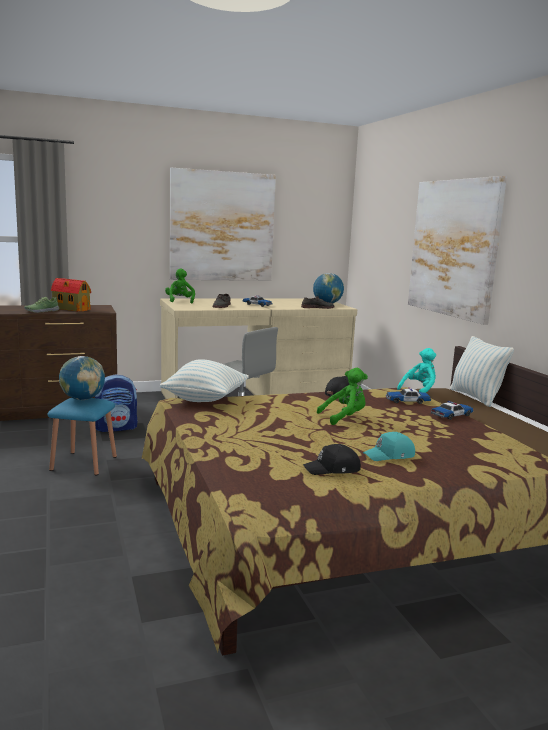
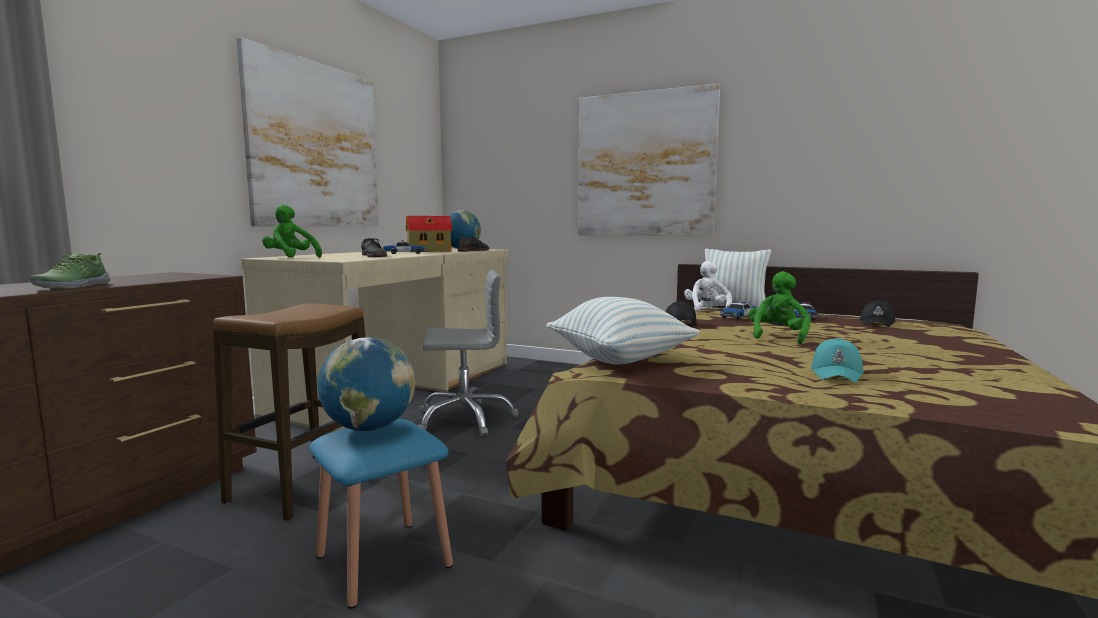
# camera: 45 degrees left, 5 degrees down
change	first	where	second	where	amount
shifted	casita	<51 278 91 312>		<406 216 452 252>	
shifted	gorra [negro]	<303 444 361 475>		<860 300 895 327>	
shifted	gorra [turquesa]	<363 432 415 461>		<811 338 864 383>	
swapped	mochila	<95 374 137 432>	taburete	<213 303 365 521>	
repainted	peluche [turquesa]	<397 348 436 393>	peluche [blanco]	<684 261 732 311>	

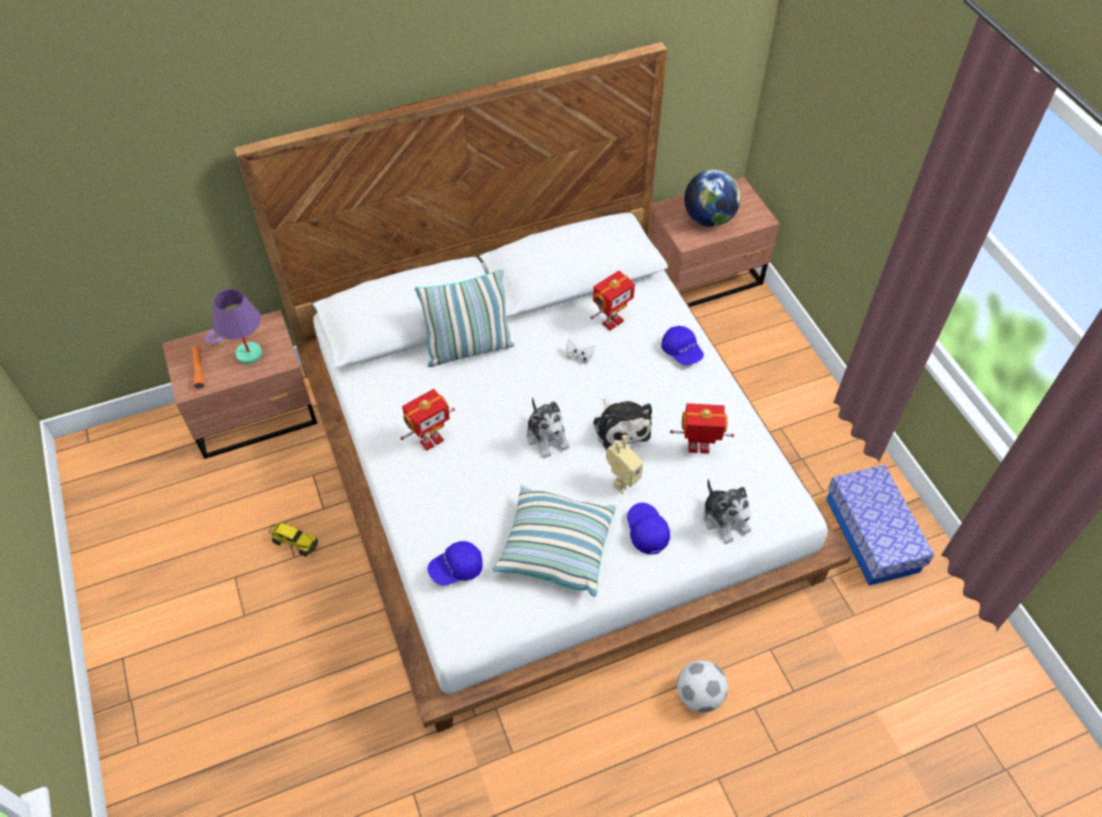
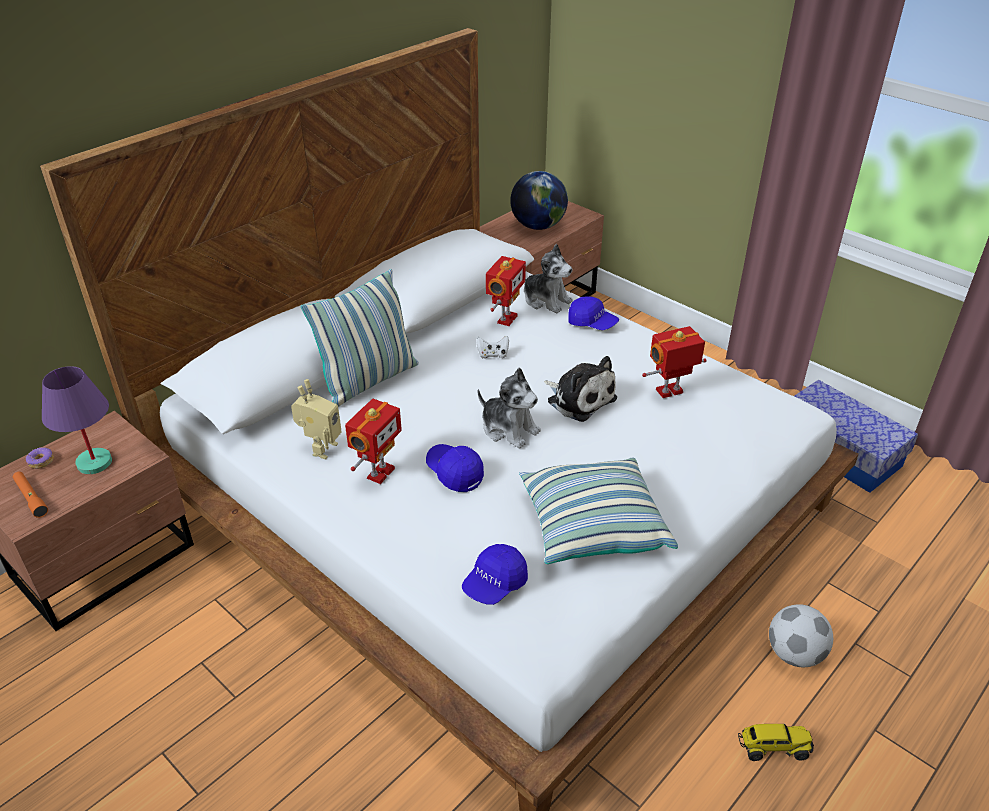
# camera: 25 degrees left, 15 degrees down
change	first	where	second	where	amount
shifted	camión de juguete	<269 523 318 557>		<738 723 814 761>	
shifted	robot de juguete	<606 435 643 494>		<291 379 342 460>	
shifted	gorra [azul]	<627 502 670 554>		<426 444 484 492>	
shifted	peluche	<703 479 751 544>		<524 244 573 313>	

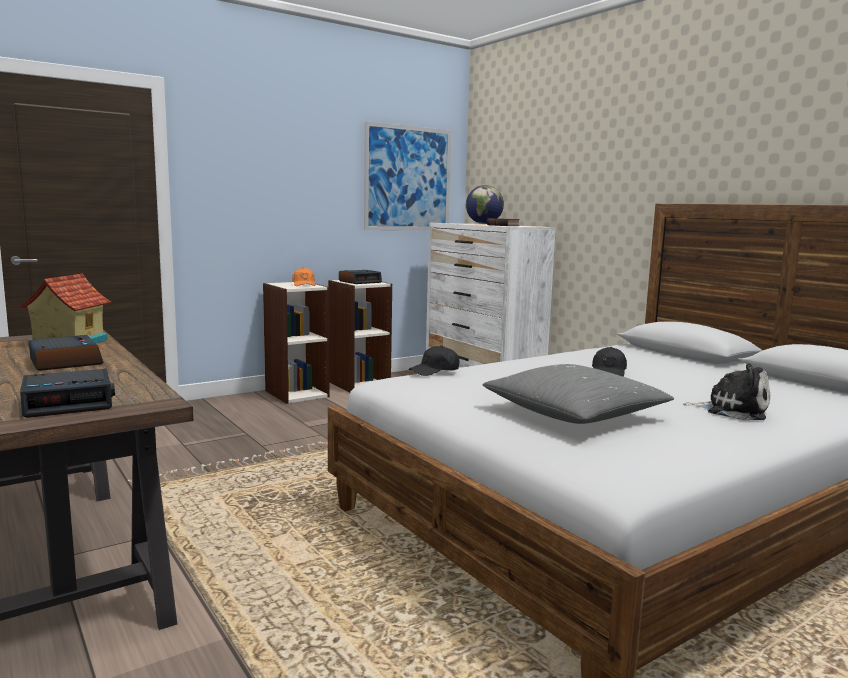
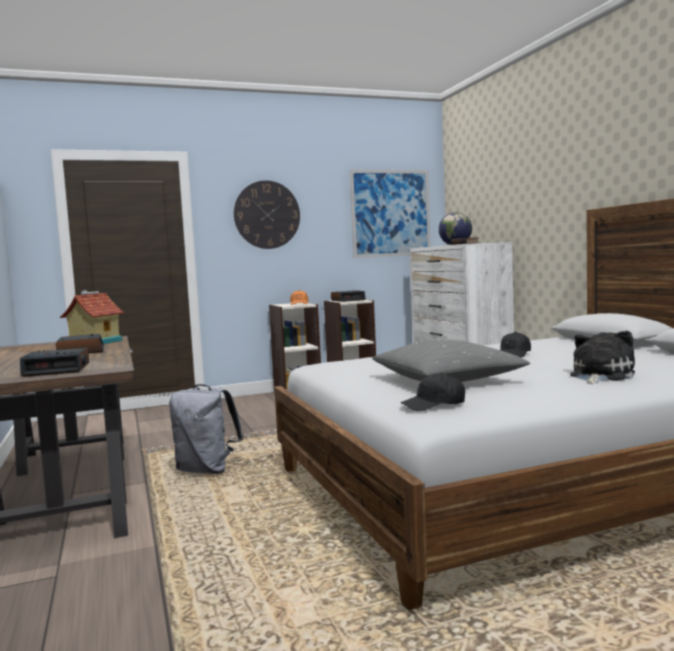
# camera: 15 degrees right, 5 degrees down
change	first	where	second	where	amount
new			mochila [gris]	<169 384 244 474>	
new			reloj de pared	<234 180 300 249>	
shifted	gorra [negro]	<409 345 459 376>		<401 373 465 411>	
rotated	peluche	<683 364 770 420>		<570 331 635 384>	90 degrees counterclockwise

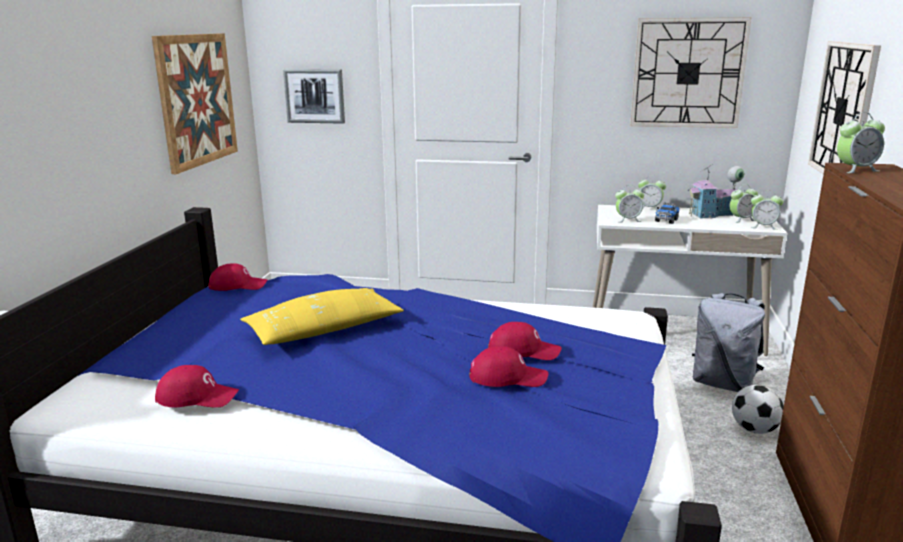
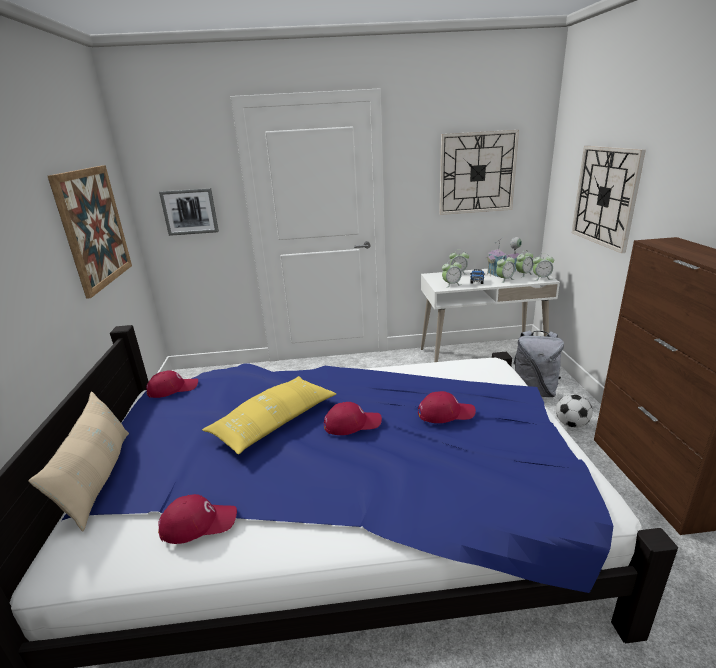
# camera: 15 degrees left, 5 degrees up
change	first	where	second	where	amount
new			cojín [beis]	<28 391 129 532>	
shifted	gorra [rojo]	<469 346 548 387>		<324 402 382 435>	
shifted	despertador	<837 113 885 173>		<496 255 515 283>	

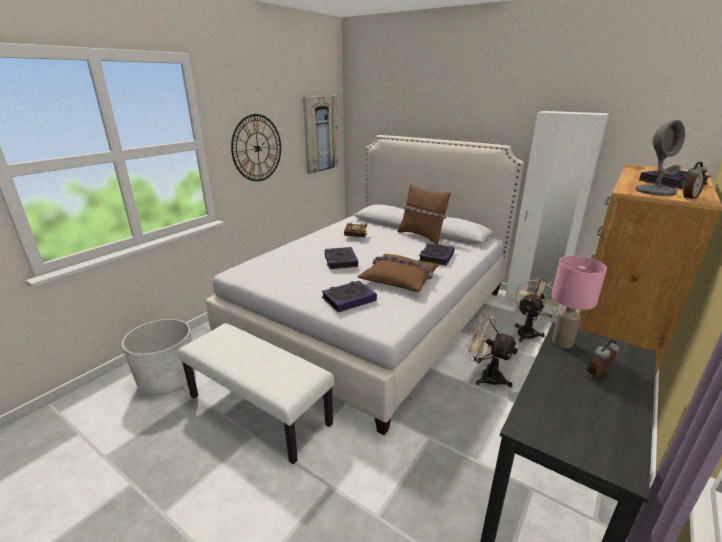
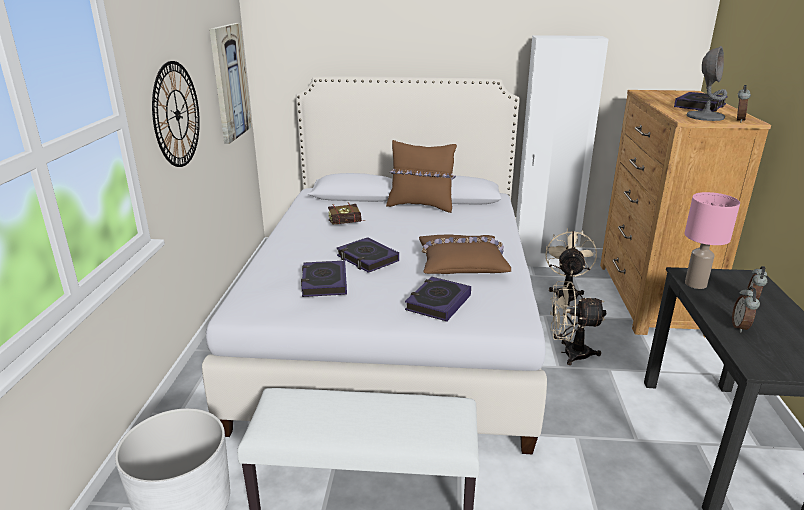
# camera: 30 degrees left, 0 degrees up
change	first	where	second	where	amount
new			despertador	<732 287 760 332>	
shifted	libro	<419 243 455 266>		<301 261 347 297>	

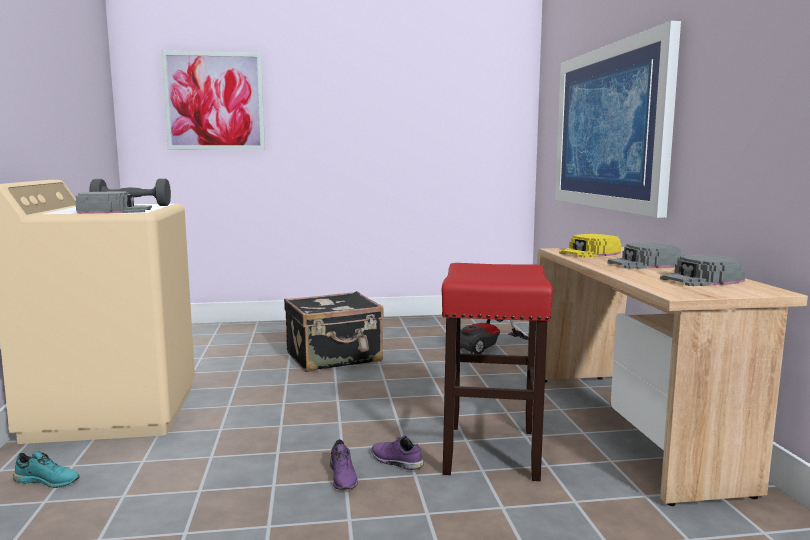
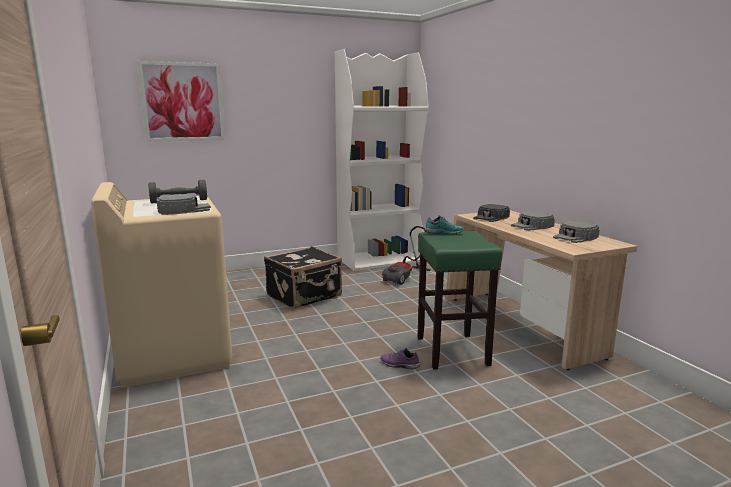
# camera: 15 degrees left, 5 degrees up
change	first	where	second	where	amount
gone	zapato [morado]	<330 439 358 490>			
gone	cuadro	<555 21 681 218>			
new			estantería [blanco]	<335 49 429 271>	
shifted	zapato [turquesa]	<13 451 80 488>		<424 215 464 234>	
repainted	taburete [rojo]	<442 263 553 481>	taburete [verde]	<418 231 502 370>	
repainted	gorra [amarillo]	<559 234 621 258>	gorra [negro]	<473 204 510 222>	

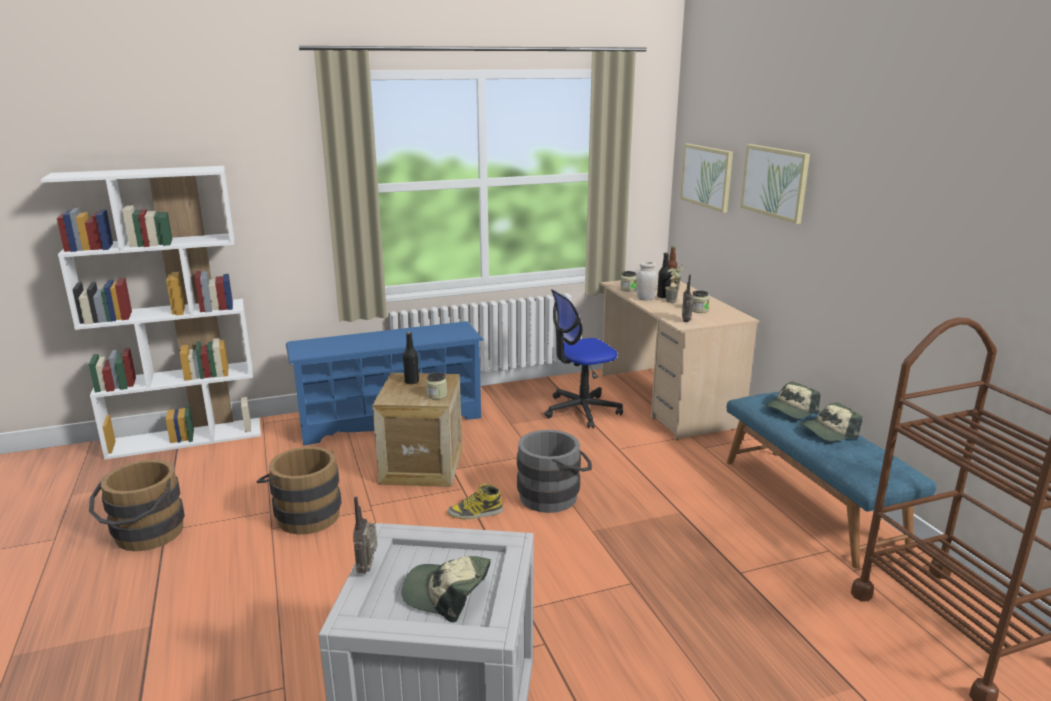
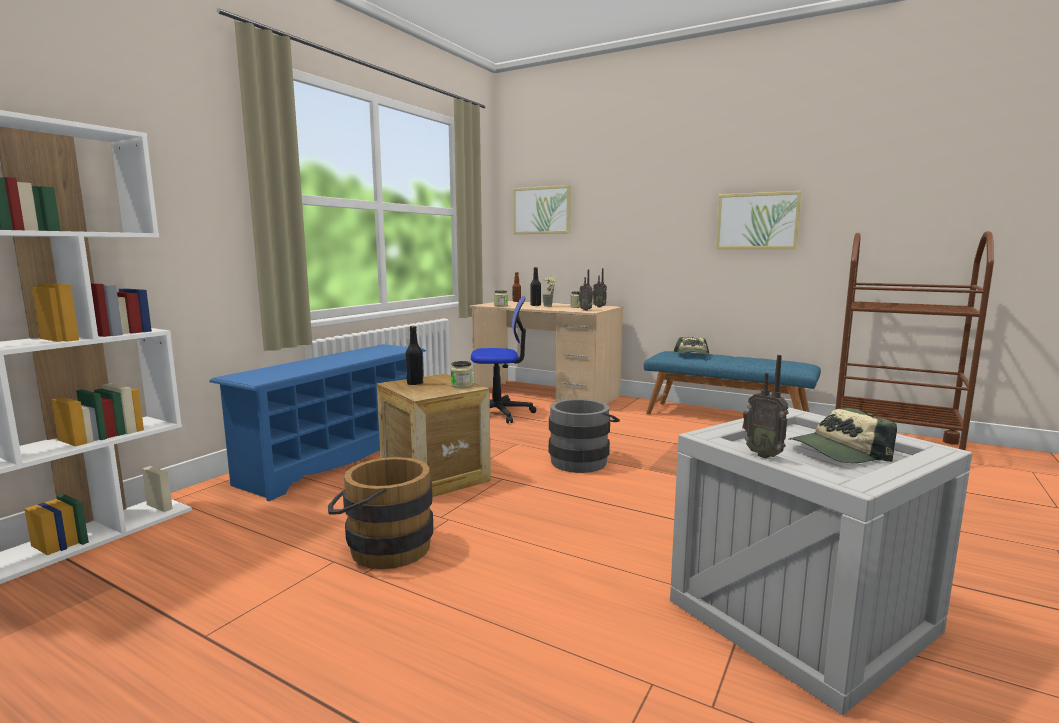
# camera: 40 degrees left, 10 degrees down
change	first	where	second	where	amount
gone	cubo [marrón]	<89 460 185 551>			
gone	bota	<447 484 503 519>			
gone	tarro [blanco]	<636 262 657 301>			
gone	gorra	<800 403 862 441>			
new			radio	<593 268 607 307>	
shifted	cuadro	<741 144 810 224>		<716 191 802 249>	
rotated	silla de oficina	<544 290 623 428>		<471 296 536 424>	120 degrees counterclockwise

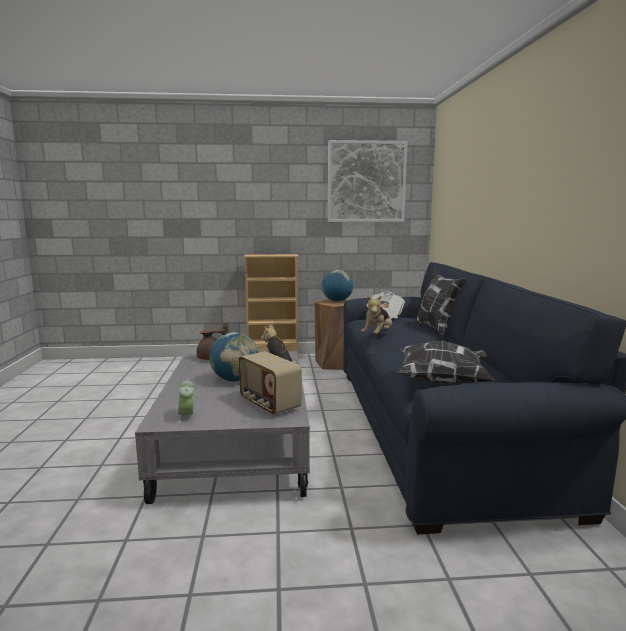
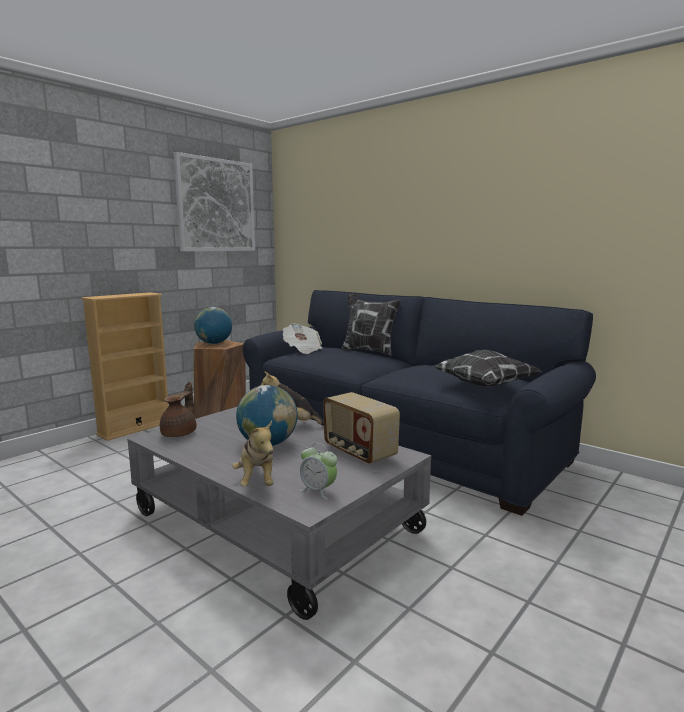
# camera: 45 degrees left, 0 degrees up
change	first	where	second	where	amount
shifted	peluche	<361 296 392 334>		<232 421 274 487>	
rotated	radio	<239 351 302 415>		<323 392 400 464>	45 degrees clockwise

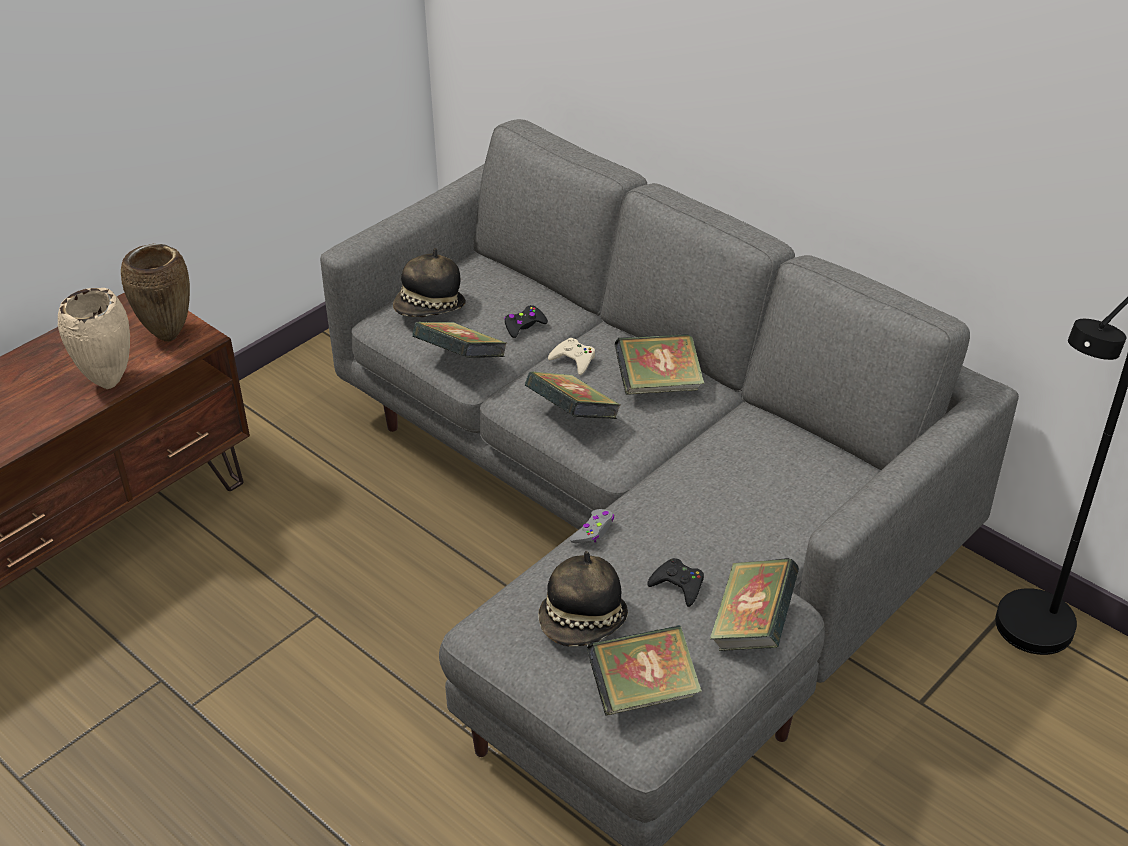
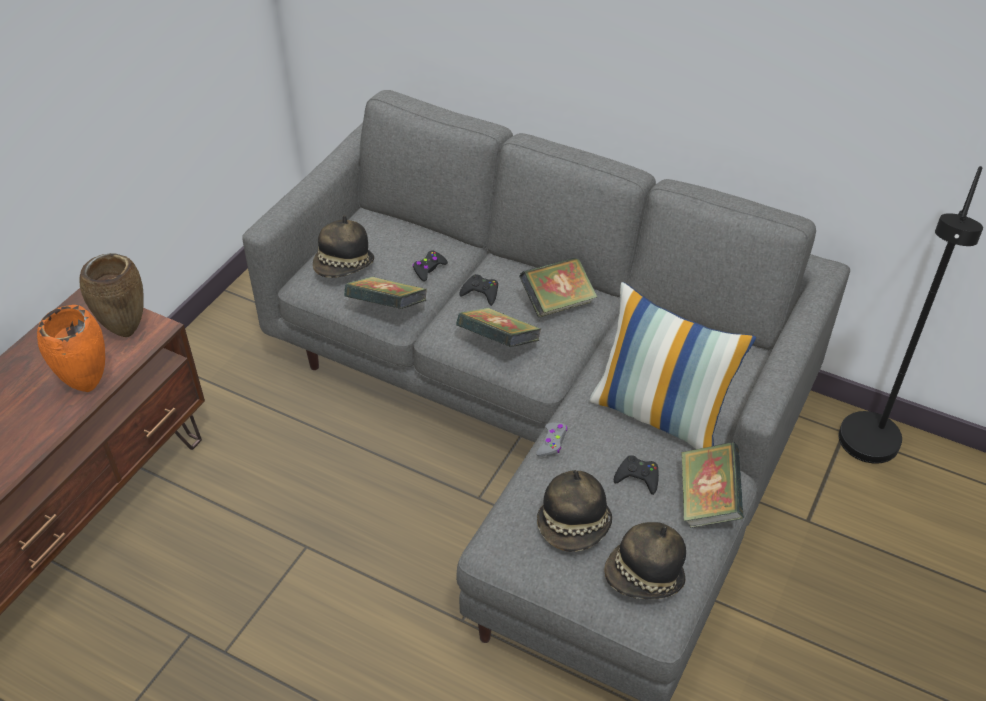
# camera: 15 degrees left, 5 degrees up
change	first	where	second	where	amount
new			cojín	<589 282 756 449>	
swapped	libro	<586 625 702 716>	sombrero	<605 522 686 599>	
repainted	florero [beis]	<58 288 130 389>	florero [naranja]	<37 305 105 392>	
repainted	mando de consola [beis]	<548 338 595 375>	mando de consola [negro]	<459 274 498 306>	

